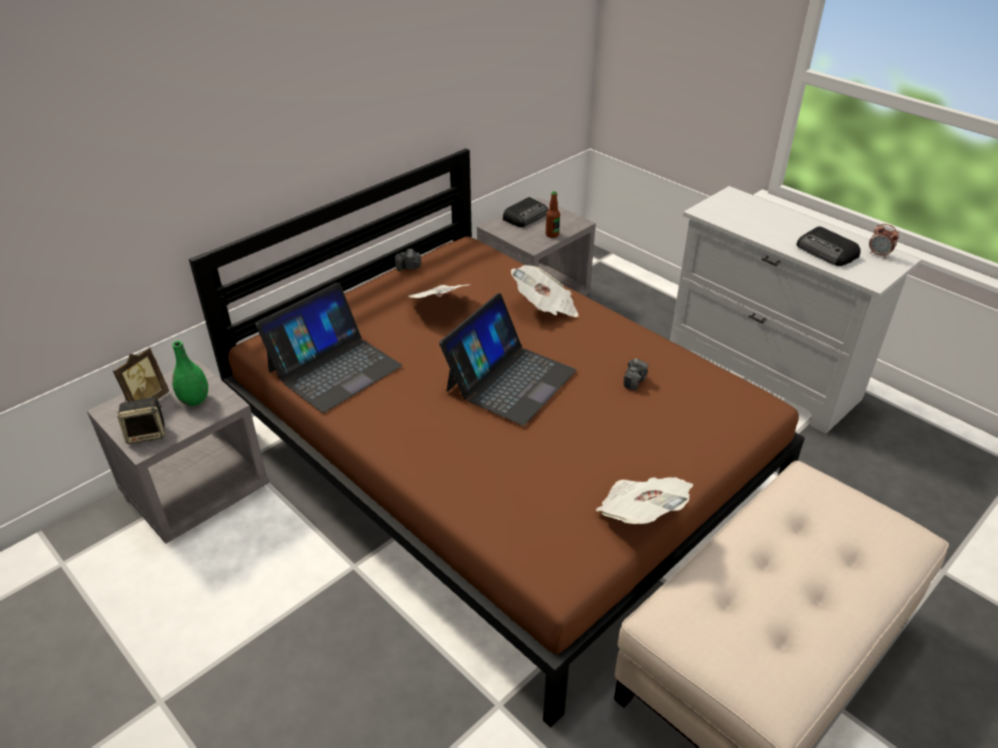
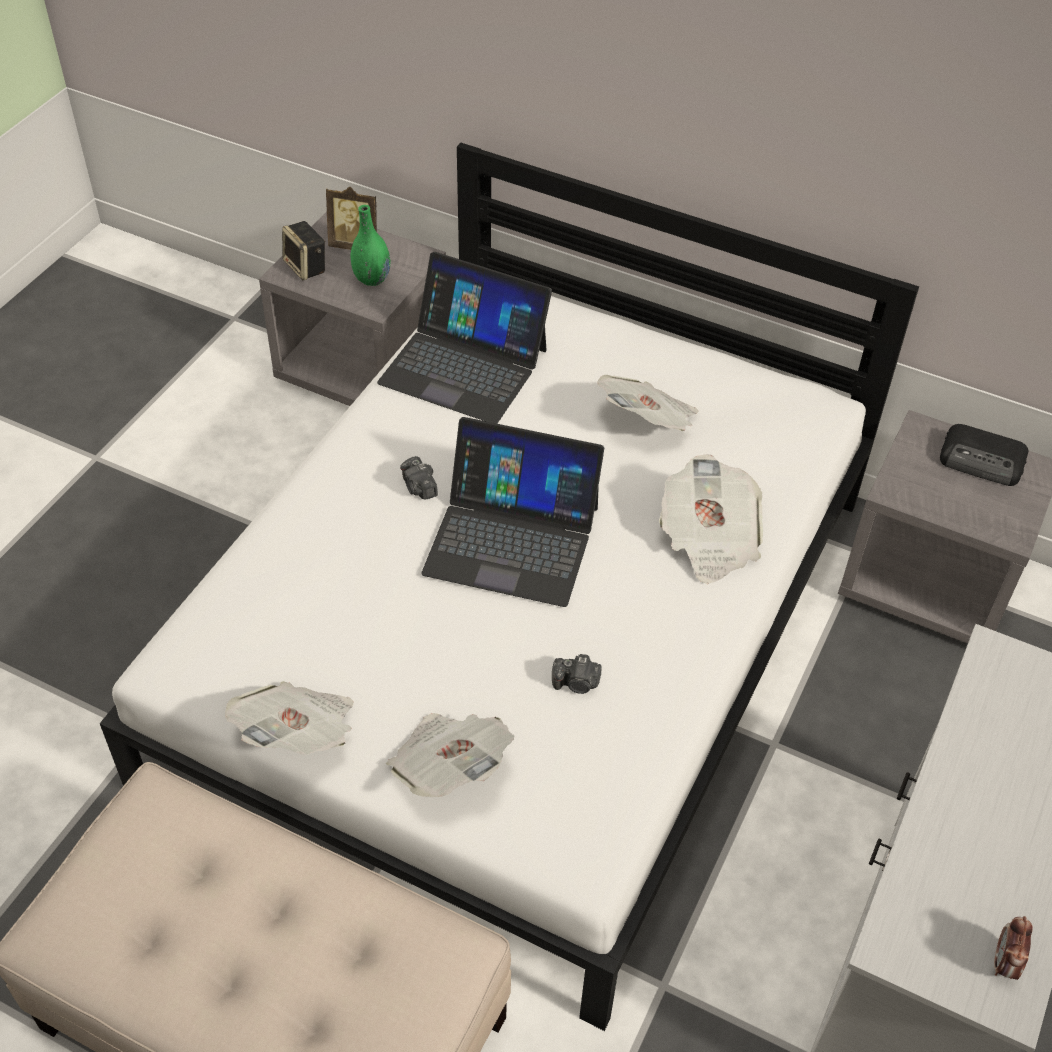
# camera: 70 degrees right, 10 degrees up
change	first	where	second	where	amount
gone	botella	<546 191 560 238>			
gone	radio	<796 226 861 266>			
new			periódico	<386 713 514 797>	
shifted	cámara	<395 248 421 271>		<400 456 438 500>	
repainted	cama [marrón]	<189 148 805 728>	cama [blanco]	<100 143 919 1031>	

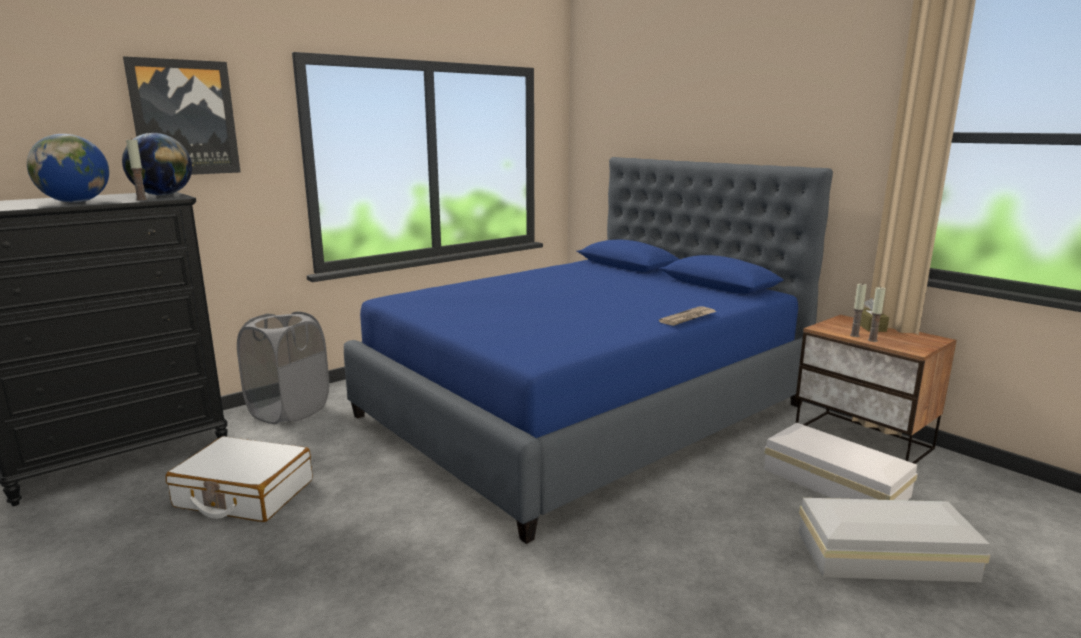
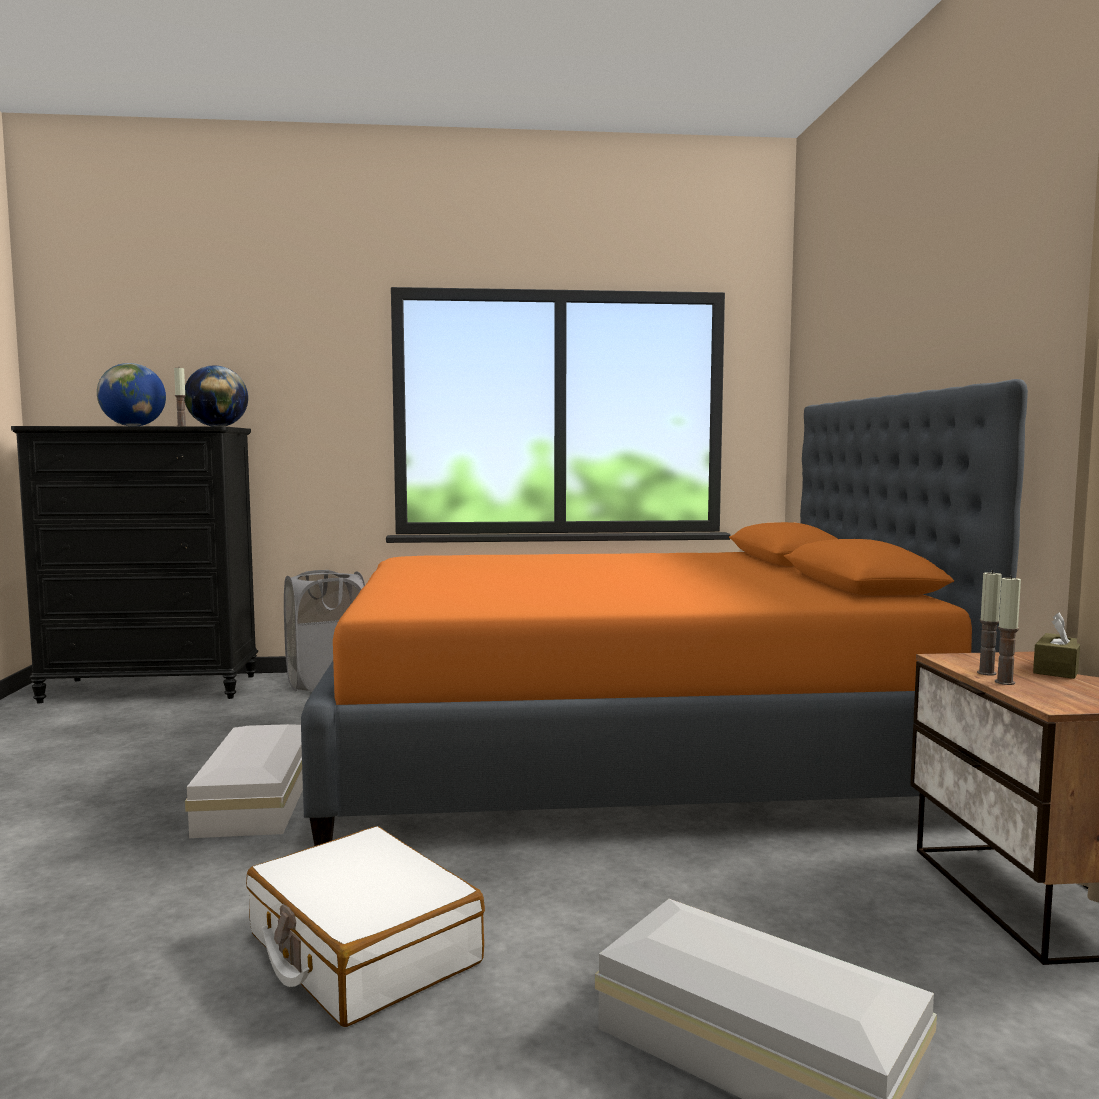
# camera: 35 degrees right, 10 degrees down
change	first	where	second	where	amount
gone	cuadro	<123 56 240 175>			
gone	periódico	<659 306 716 326>			
shifted	maleta [blanco]	<166 436 313 522>		<246 826 485 1027>	
shifted	caja de almacenaje [blanco]	<764 423 918 500>		<185 724 303 838>	
repainted	cama [azul]	<344 157 833 544>	cama [naranja]	<301 379 1028 846>	

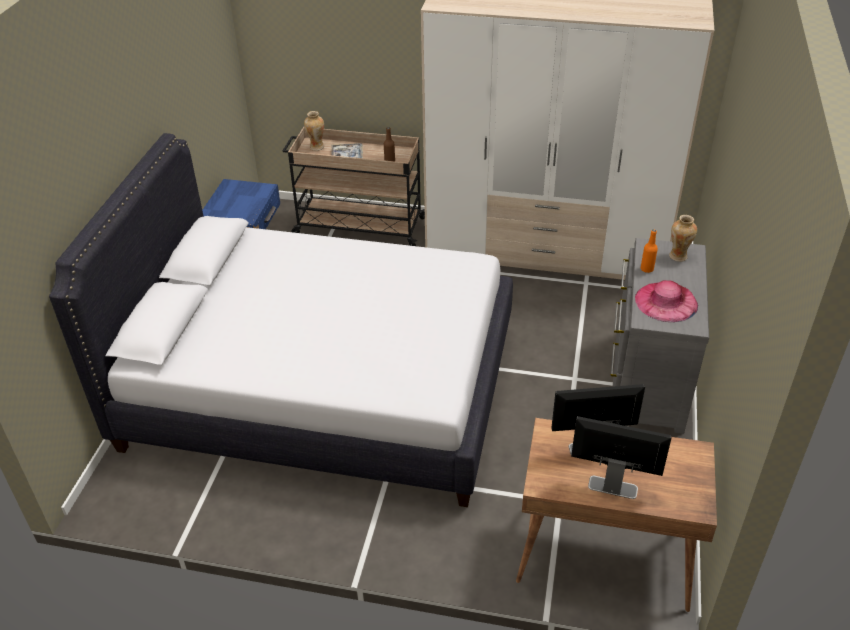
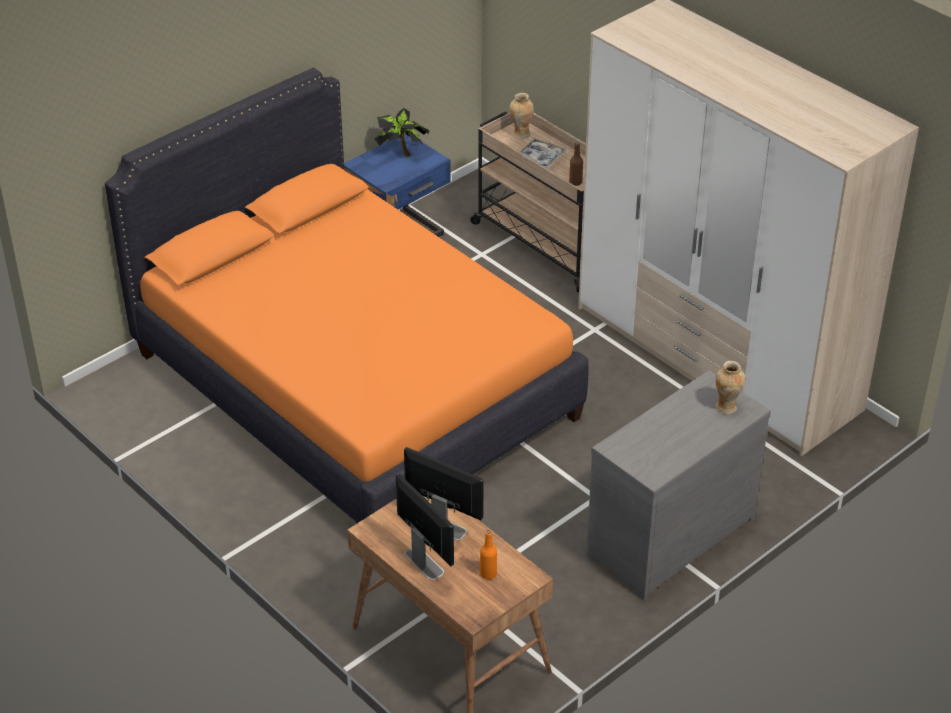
# camera: 35 degrees right, 0 degrees up
change	first	where	second	where	amount
gone	sombrero [rosa]	<635 280 698 322>			
new			planta en maceta	<375 108 430 157>	
shifted	botella [naranja]	<641 229 658 273>		<480 530 497 580>	
repainted	cama [blanco]	<49 133 513 507>	cama [naranja]	<105 68 589 523>	

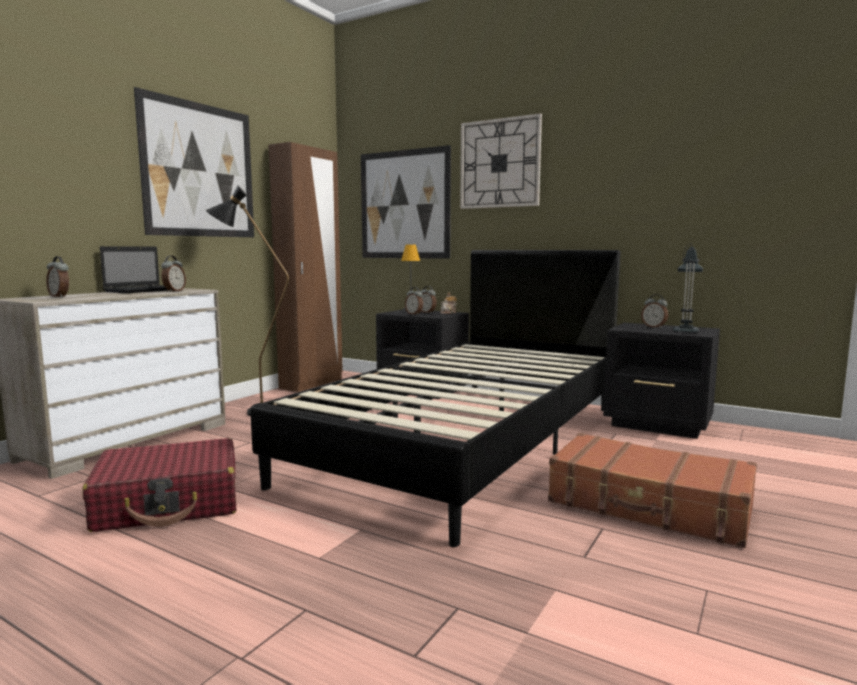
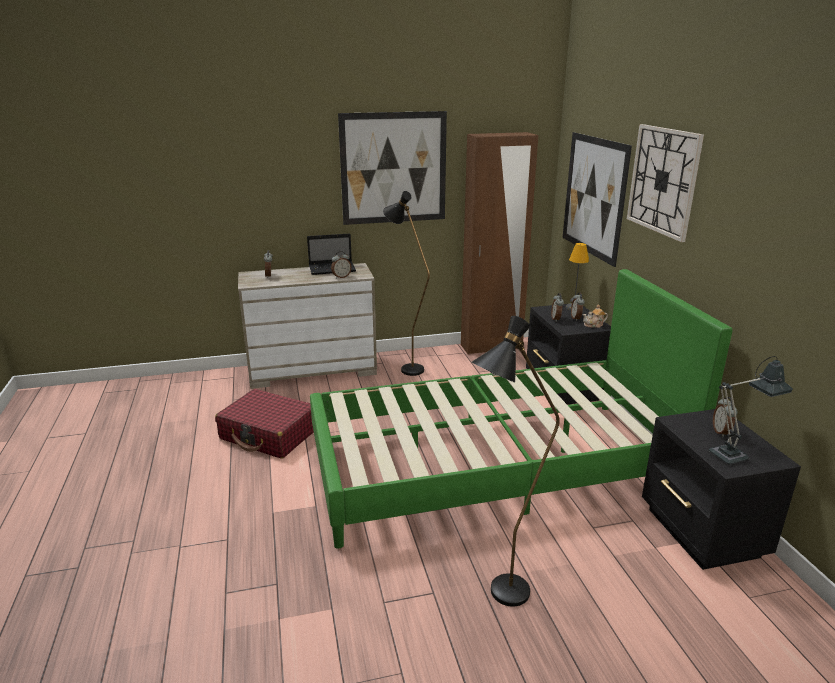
# camera: 45 degrees right, 15 degrees up
change	first	where	second	where	amount
swapped	maleta [marrón]	<548 433 757 548>	lámpara de pie [negro]	<471 316 560 607>	
repainted	cama [negro]	<250 250 620 547>	cama [verde]	<310 269 732 549>	

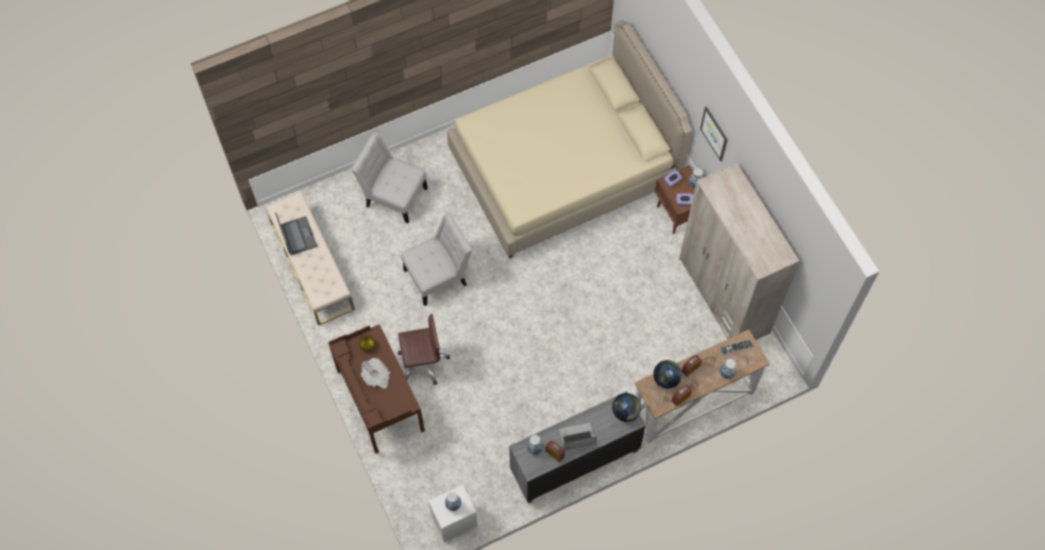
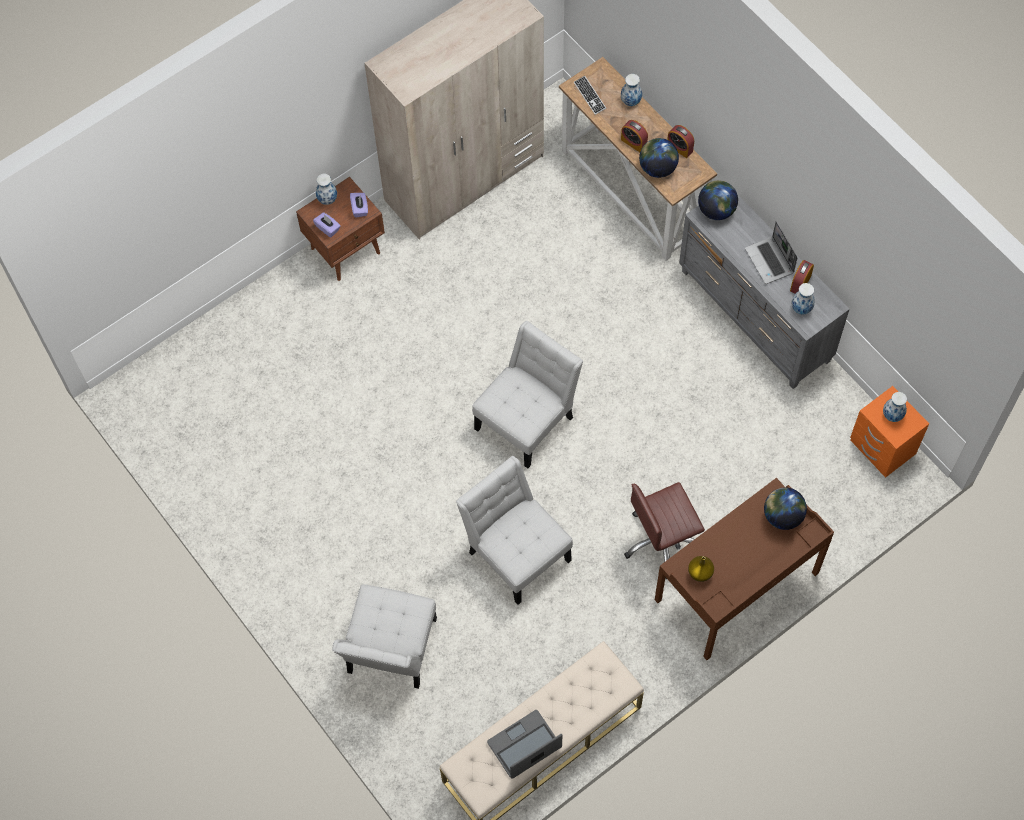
# camera: 100 degrees left, 0 degrees up
change	first	where	second	where	amount
gone	periódico	<361 358 391 388>			
gone	cama [beis]	<447 20 692 259>			
gone	cuadro	<700 106 728 161>			
new			silla [blanco]	<472 321 583 468>	
new			globo terráqueo	<764 487 807 530>	
repainted	mesita de noche [blanco]	<428 485 478 542>	mesita de noche [naranja]	<850 386 929 478>	
rotated	silla de oficina [marrón]	<398 314 450 385>		<624 482 705 579>	90 degrees counterclockwise

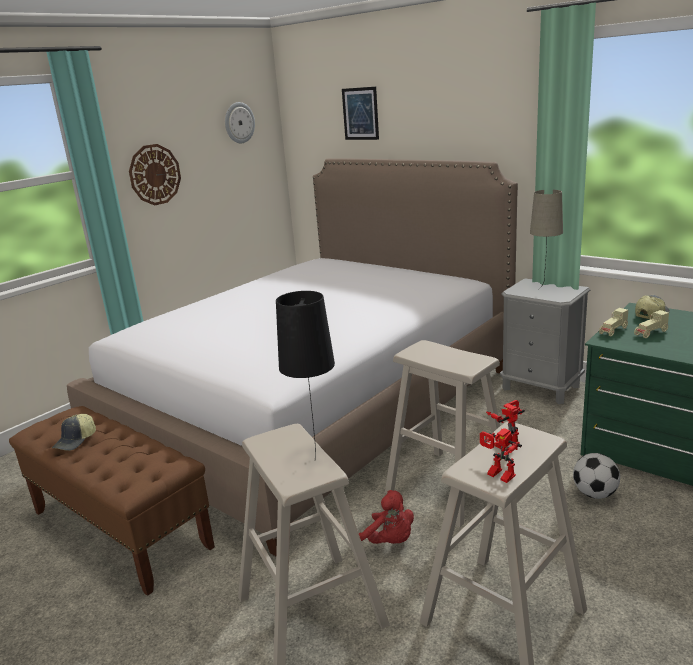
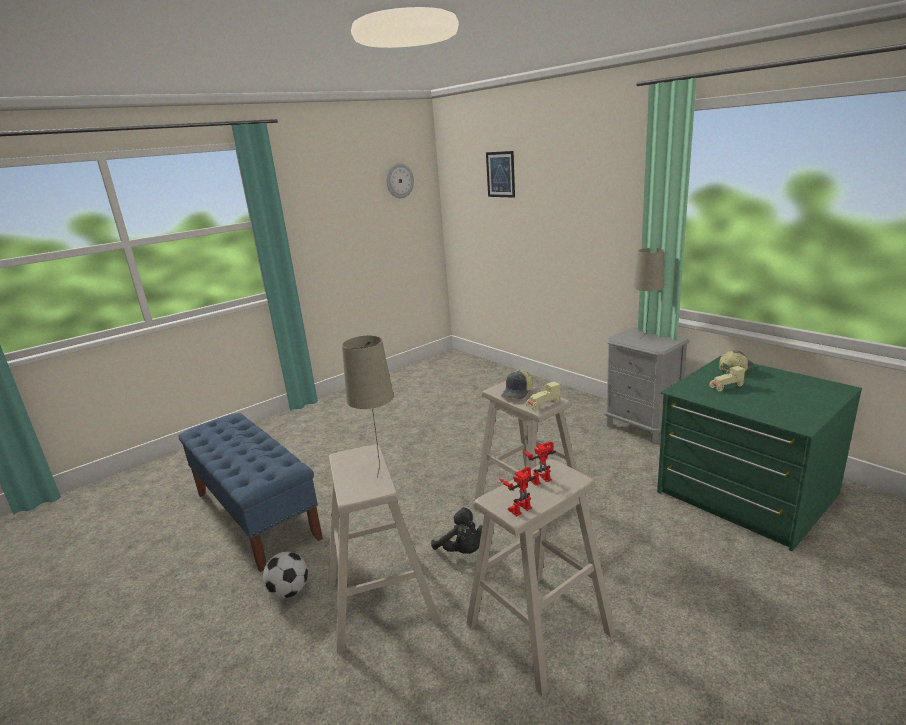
# camera: 10 degrees right, 0 degrees up
change	first	where	second	where	amount
gone	cama	<67 159 518 556>			
gone	reloj de pared	<129 144 181 205>			
shifted	gorra	<52 414 96 451>		<501 370 533 399>	
shifted	balón de fútbol	<573 453 620 499>		<263 552 308 598>	
shifted	coche de juguete [beis]	<599 308 628 336>		<526 381 561 411>	
repainted	banco [marrón]	<9 406 215 596>	banco [azul]	<178 413 323 572>	
repainted	lámpara de mesa [negro]	<276 291 335 458>	lámpara de mesa [beis]	<342 336 394 477>	
repainted	peluche [rojo]	<359 490 414 544>	peluche [negro]	<431 507 483 554>	
rotated	robot de juguete	<480 428 522 483>		<499 467 536 516>	90 degrees clockwise

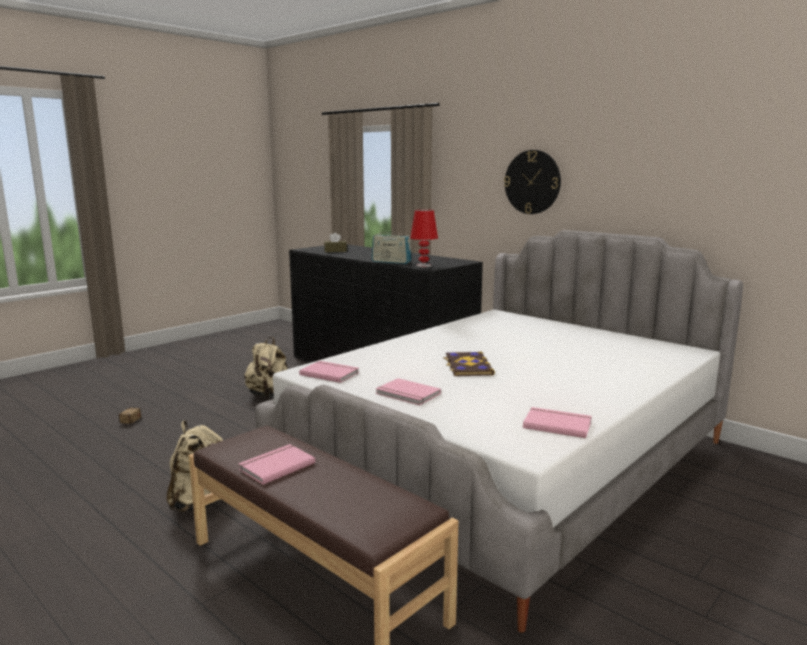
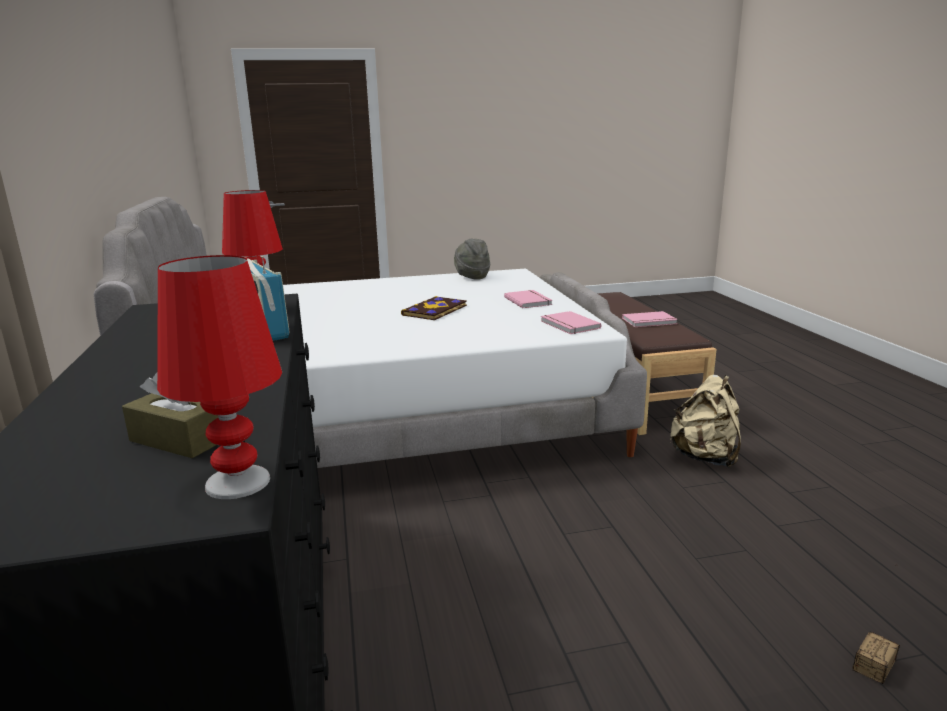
# camera: 145 degrees left, 5 degrees up
change	first	where	second	where	amount
gone	mochila [beis]	<244 337 288 399>			
gone	reloj de pared	<504 150 561 214>			
new			lámpara de mesa [rojo]	<157 255 282 499>	
swapped	libro [rosa]	<523 407 592 438>	sombrero [gris]	<454 238 490 280>	

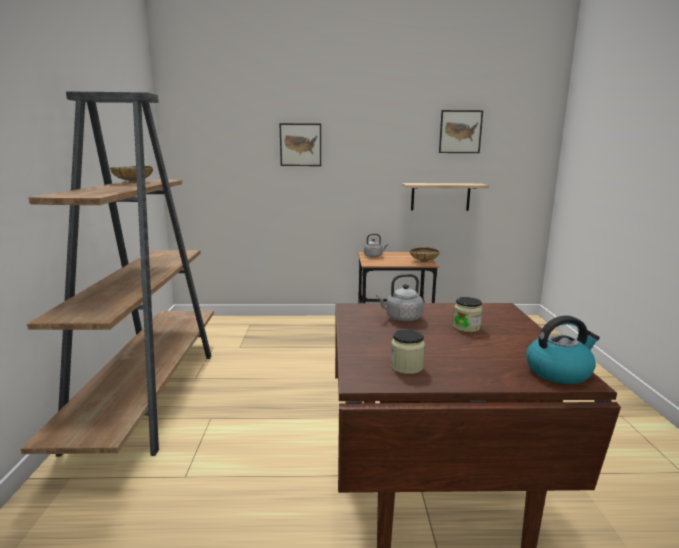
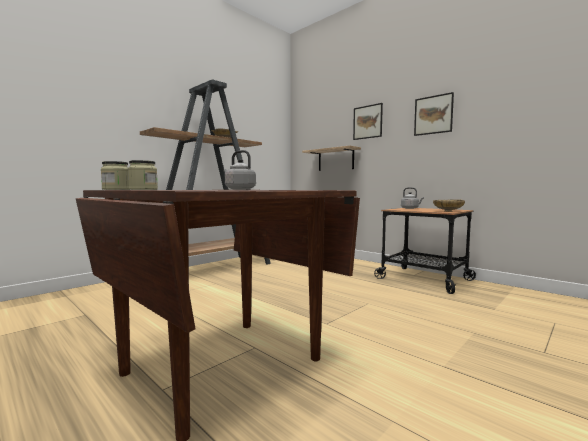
# camera: 45 degrees right, 10 degrees down
change	first	where	second	where	amount
gone	hervidor	<526 316 600 384>			
shifted	estante	<402 183 489 211>		<302 146 361 171>	
shifted	cuadro	<439 110 483 153>		<414 92 454 136>	
shifted	tarro	<453 297 482 332>		<101 161 130 190>	

